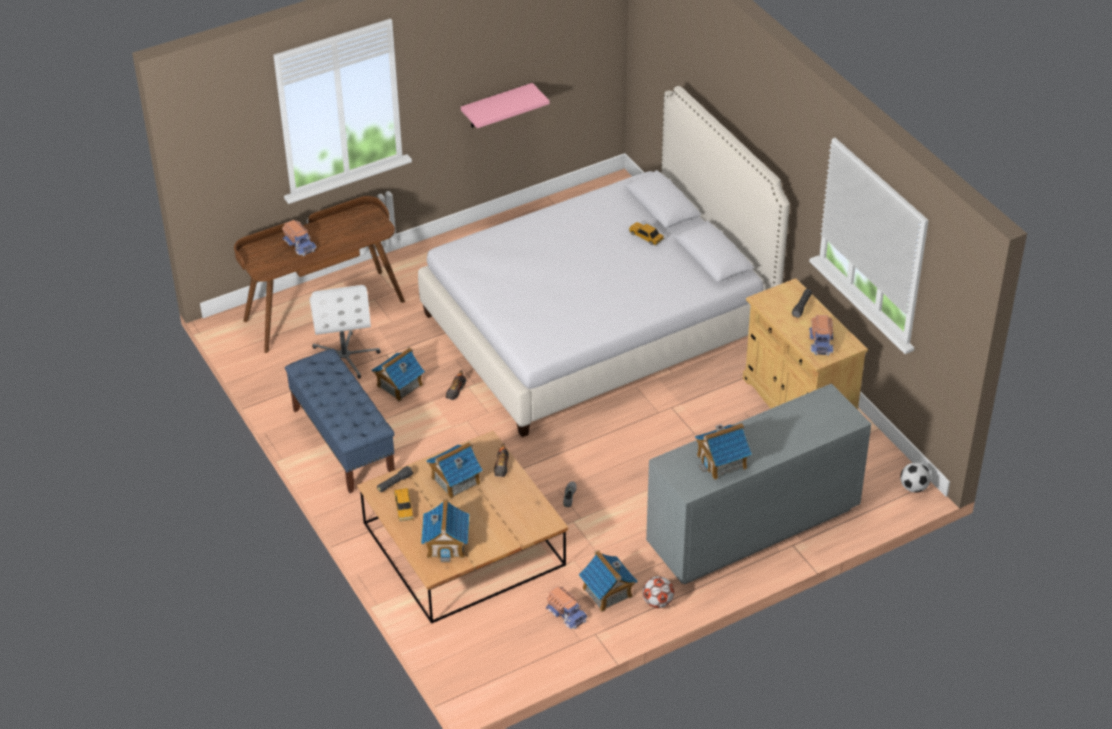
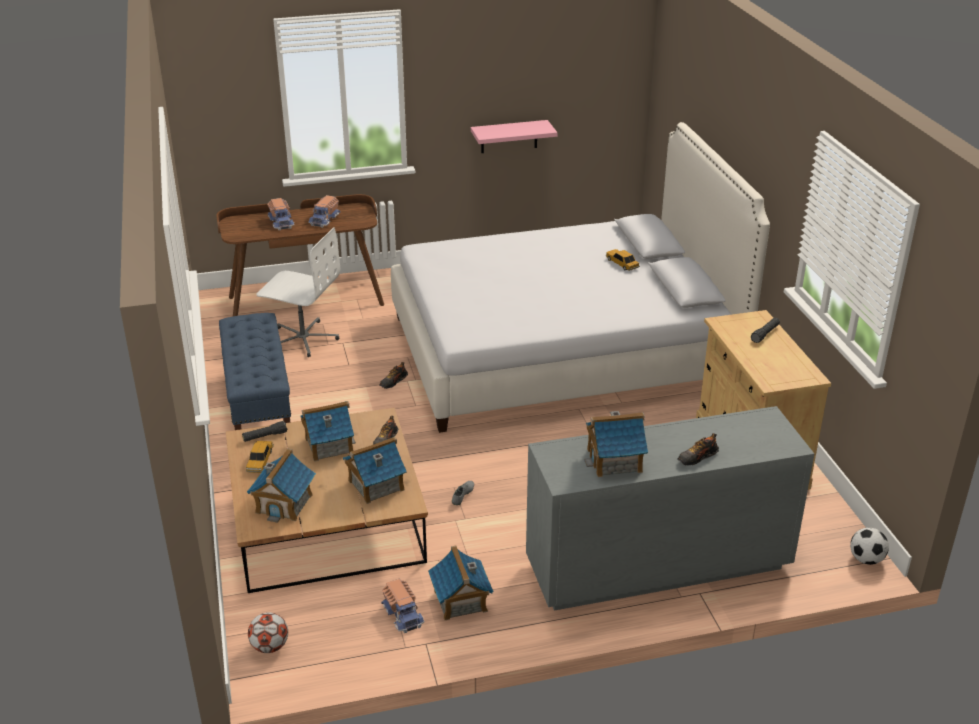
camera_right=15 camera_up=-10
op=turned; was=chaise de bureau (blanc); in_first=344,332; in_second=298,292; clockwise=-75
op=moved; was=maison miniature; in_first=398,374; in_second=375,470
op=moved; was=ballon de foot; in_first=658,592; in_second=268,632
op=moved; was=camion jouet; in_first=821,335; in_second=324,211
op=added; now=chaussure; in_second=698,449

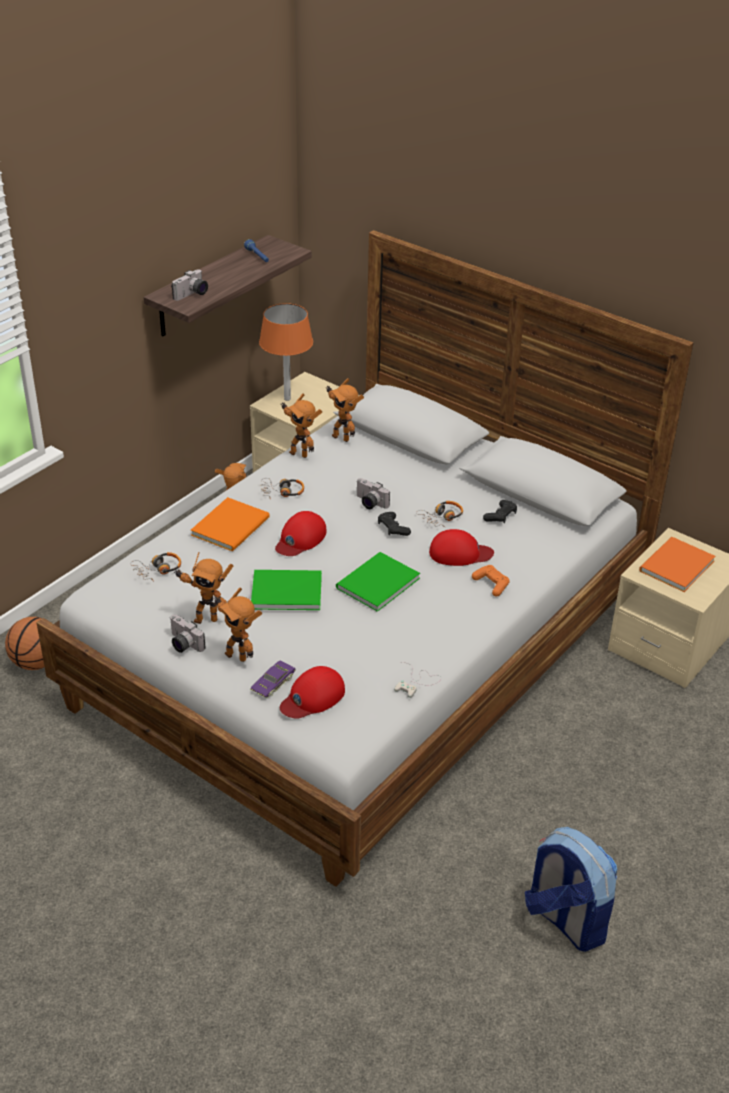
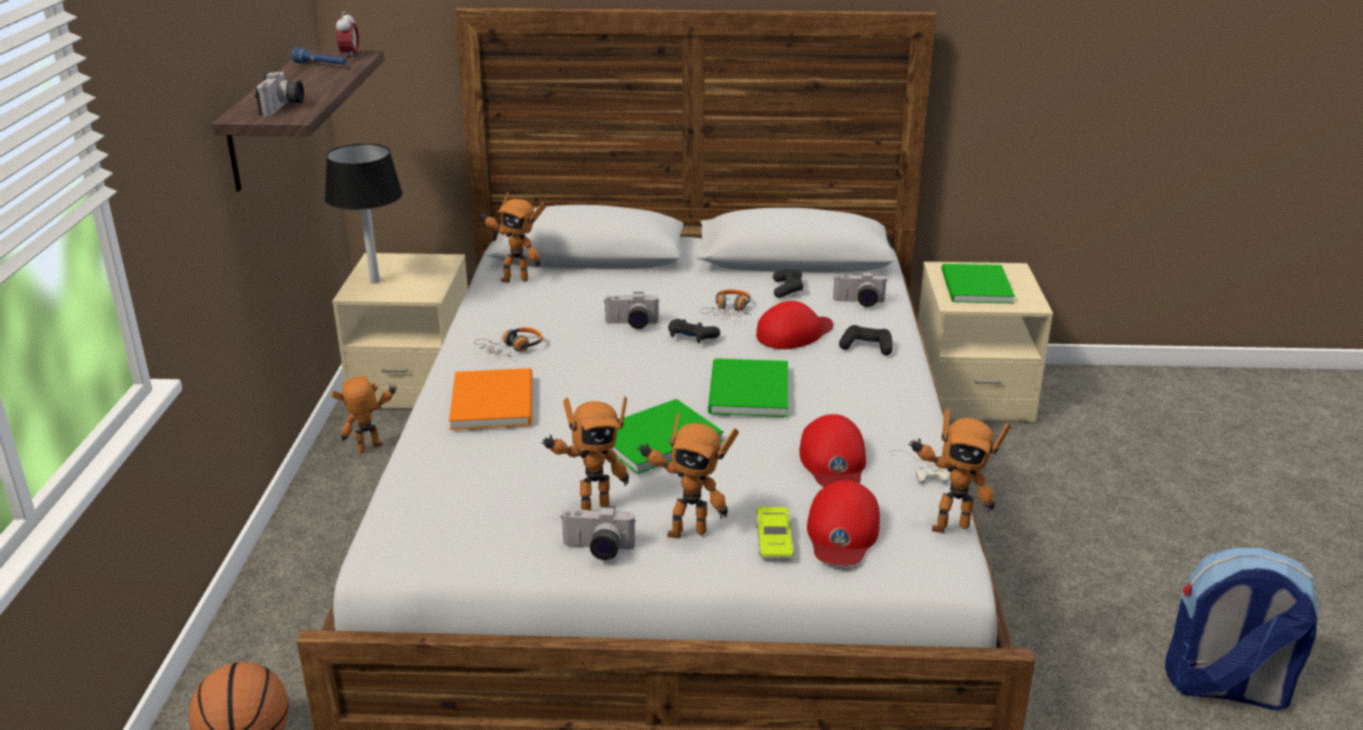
camera_right=-35 camera_up=-10
op=removed; was=casque audio; in_first=155,567
op=recoloured; was=petite voiture (violet); now=petite voiture (vert); in_first=273,679; in_second=775,532
op=recoloured; was=lampe de table (orange); now=lampe de table (noir); in_first=286,352; in_second=364,213
op=moved; was=casquette (rouge); in_first=300,533; in_second=832,450
op=moved; was=robot jouet; in_first=301,425; in_second=960,470
op=recoloured; was=manette (orange); now=manette (noir); in_first=491,580; in_second=866,340
op=recoloured; was=livre (orange); now=livre (vert); in_first=677,564; in_second=978,284
op=added; now=réveil; in_second=347,35
op=added; now=appareil photo; in_second=860,289

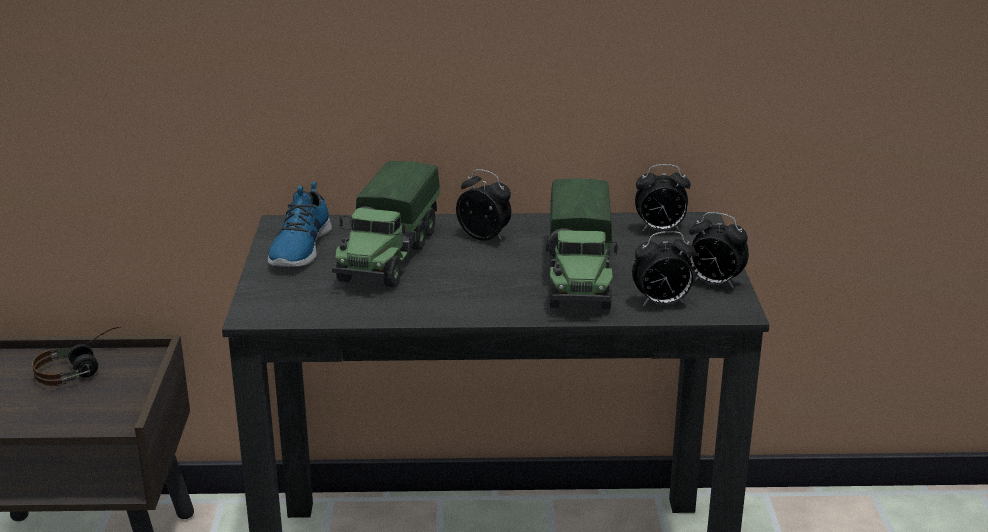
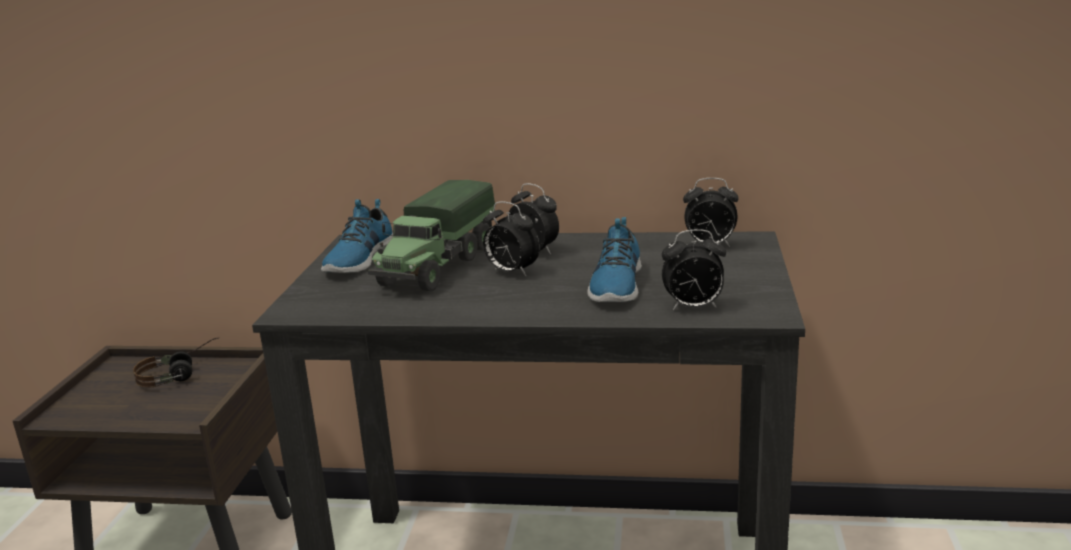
camera_right=10 camera_up=-5
op=replaced; was=camion jouet; now=chaussure; in_first=582,244; in_second=614,259
op=moved; was=réveil; in_first=719,250; in_second=511,238

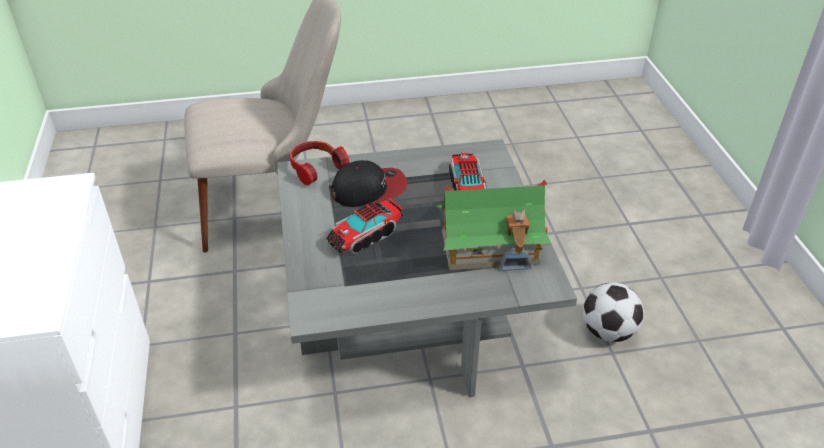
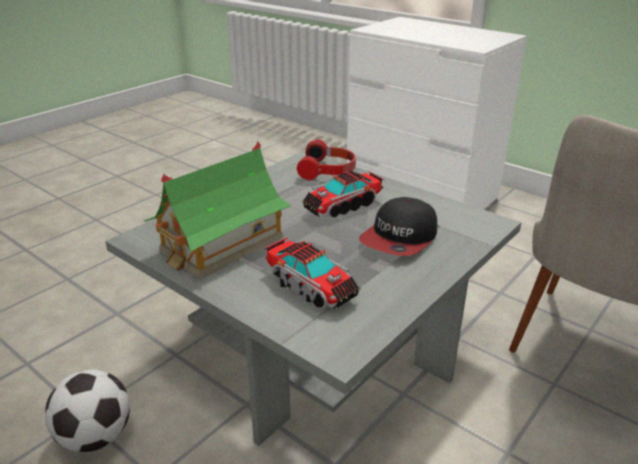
camera_right=140 camera_up=-10
op=moved; was=casque audio; in_first=320,163; in_second=326,160
op=turned; was=camion jouet; in_first=365,226; in_second=343,194; clockwise=-135

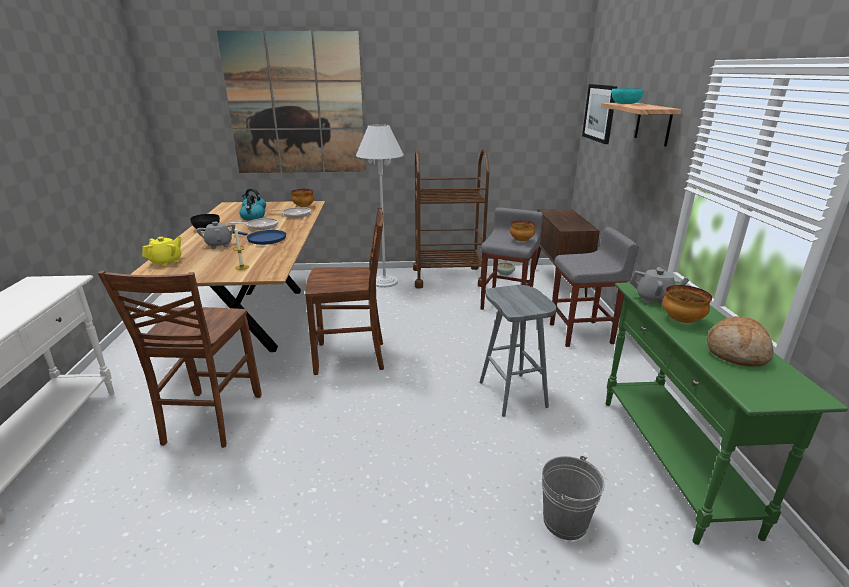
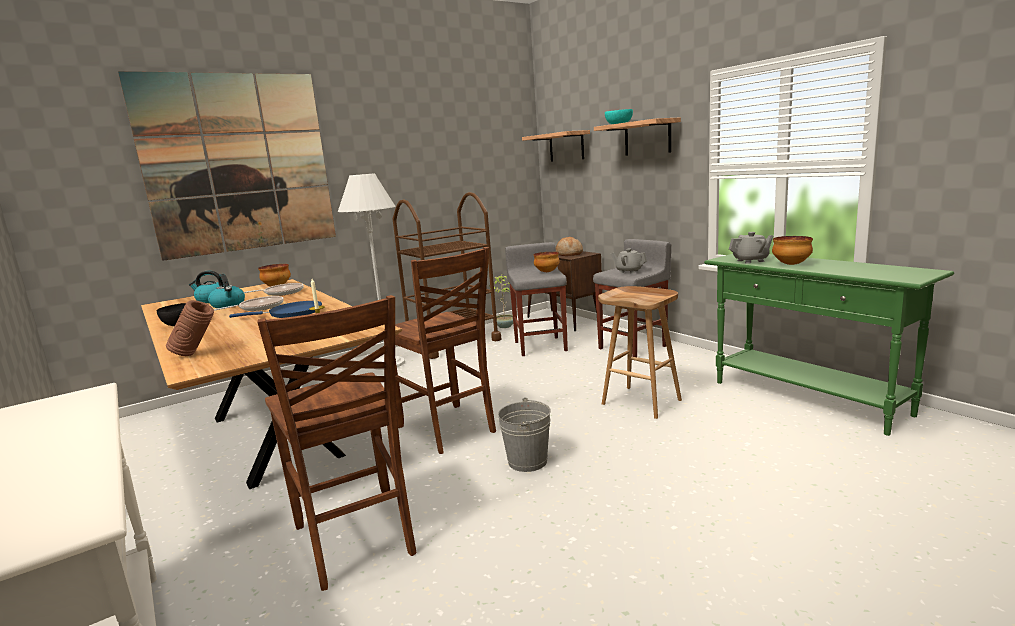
camera_right=-30 camera_up=-10
op=replaced; was=théière (jaune); now=vase (marron); in_first=161,251; in_second=190,328
op=moved; was=théière (gris); in_first=216,235; in_second=629,261
op=turned; was=chaise (marron); in_first=344,291; in_second=445,350; clockwise=90
op=recoloured; was=tabouret (gris); now=tabouret (marron); in_first=518,351; in_second=640,352
op=moved; was=seau (gris); in_first=573,498; in_second=524,434
op=replaced; was=tableau; now=étagère; in_first=599,114; in_second=556,146
op=moved; was=pain; in_first=740,341; in_second=569,246

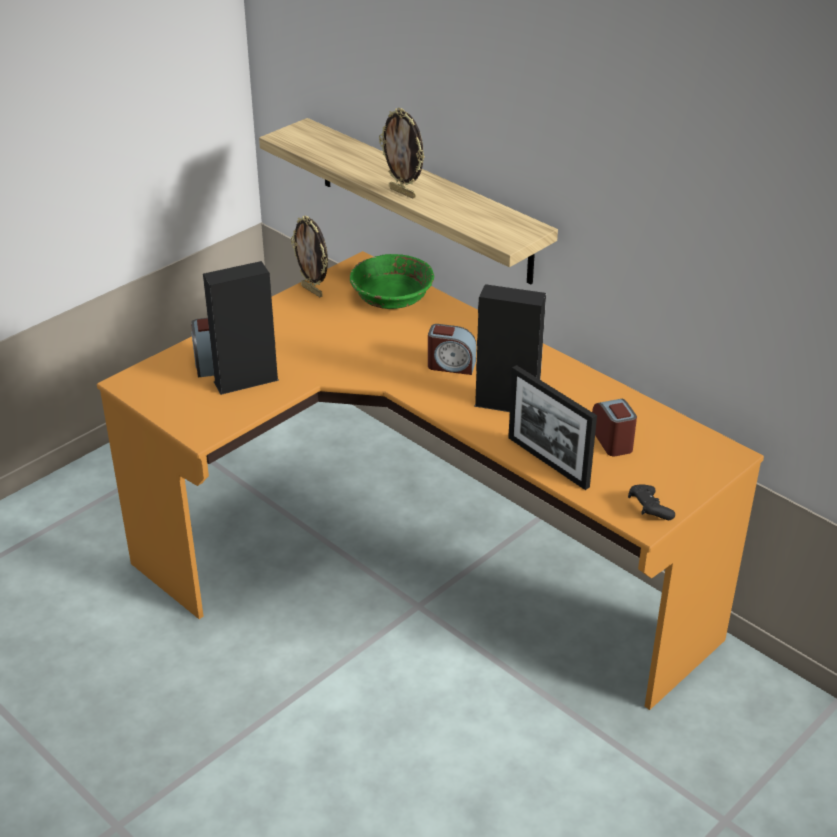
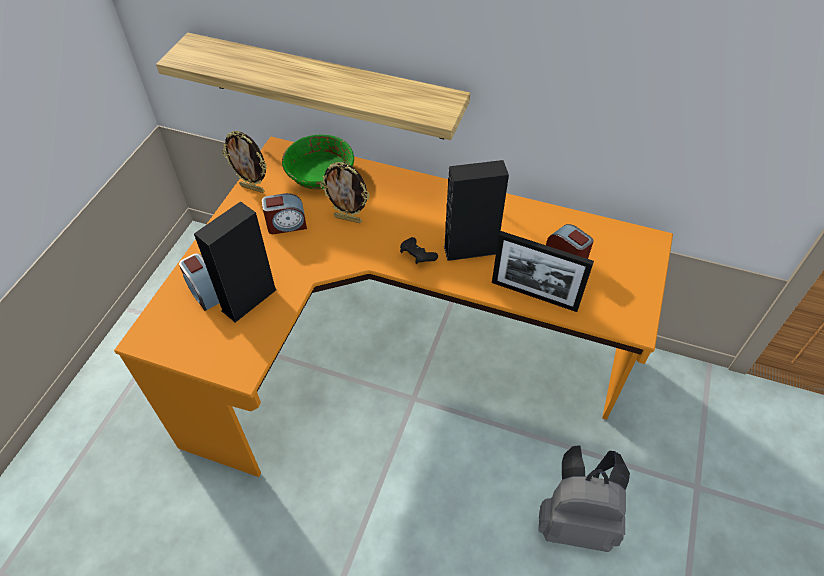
camera_right=-25 camera_up=15
op=moved; was=cadre photo; in_first=401,153; in_second=345,192
op=moved; was=réveil; in_first=452,349; in_second=284,213
op=moved; was=manette (noir); in_first=651,502; in_second=419,250
op=added; now=sac à dos (gris); in_second=584,498

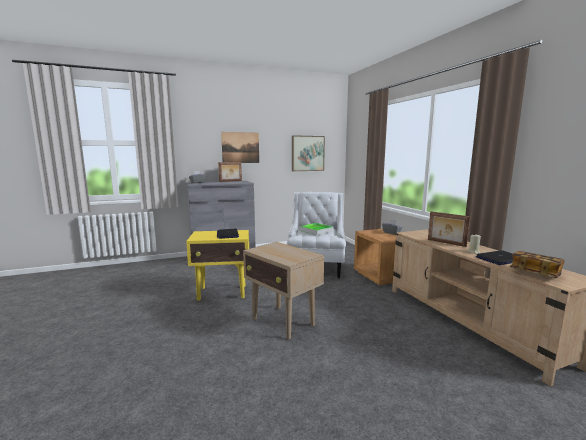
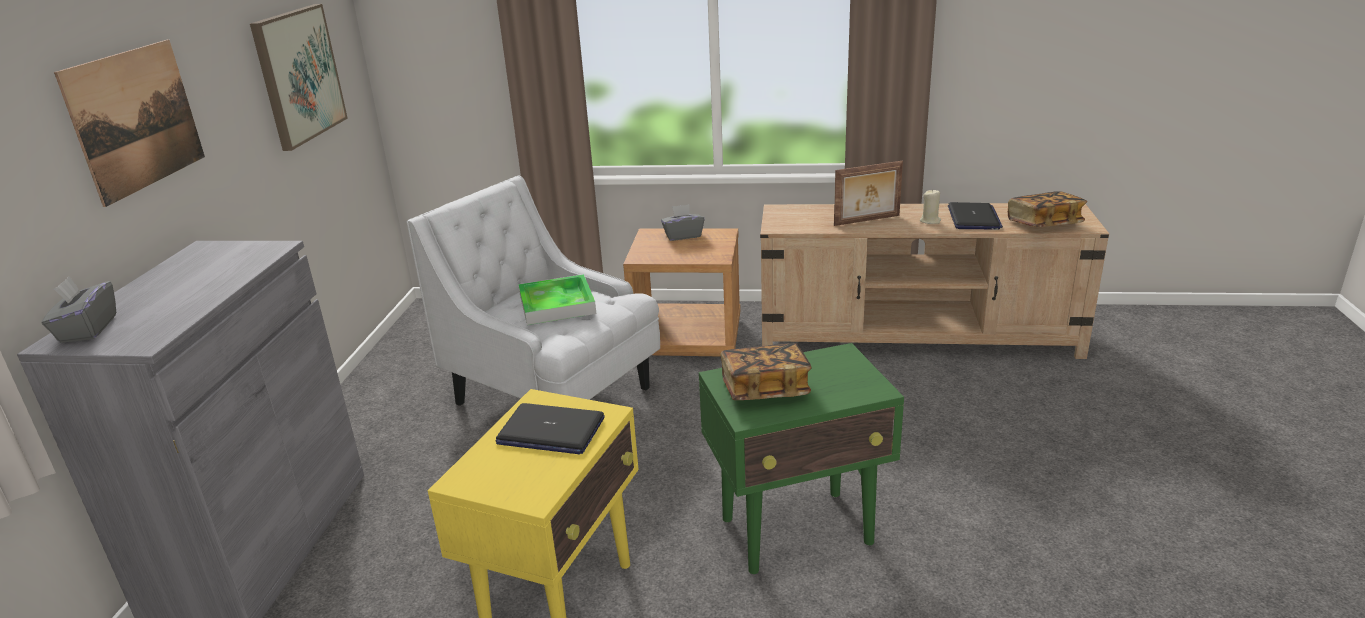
camera_right=-60 camera_up=15
op=removed; was=cadre photo; in_first=230,172
op=recoloured; was=table d'appoint (beige); now=table d'appoint (vert); in_first=283,291; in_second=801,458
op=added; now=livre; in_second=766,371

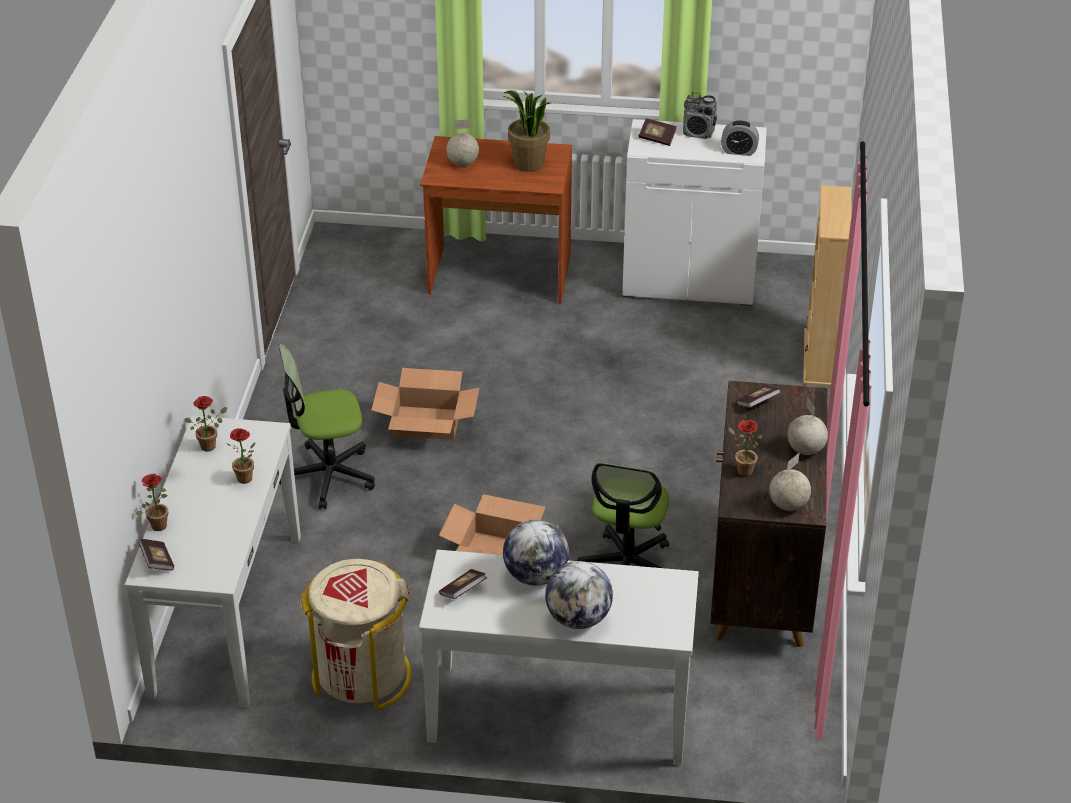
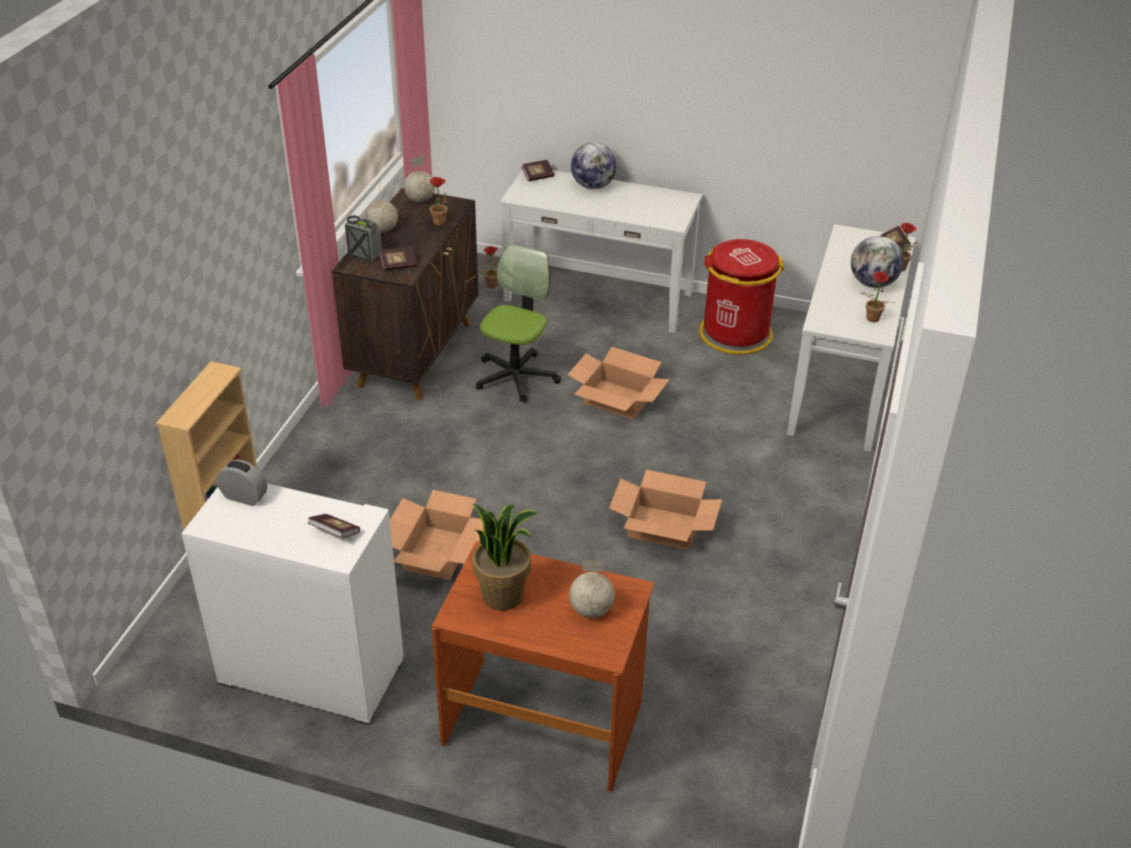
camera_right=-170 camera_up=0
op=moved; was=plante en pot; in_first=241,456; in_second=490,267
op=removed; was=chaise de bureau; in_first=327,426
op=recoloured; was=poubelle (beige); now=poubelle (rouge); in_first=356,635; in_second=741,297
op=moved; was=livre; in_first=463,584; in_second=538,170
op=moved; was=globe; in_first=536,553; in_second=877,262
op=moved; was=radio; in_first=700,115; in_second=363,238
op=added; now=carton; in_second=437,535

